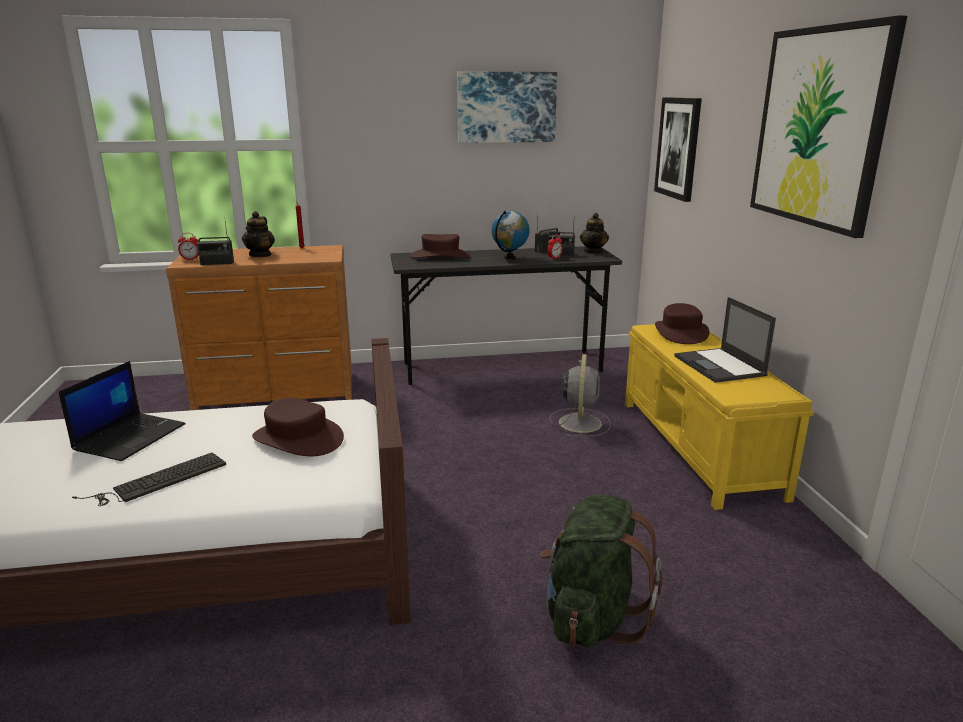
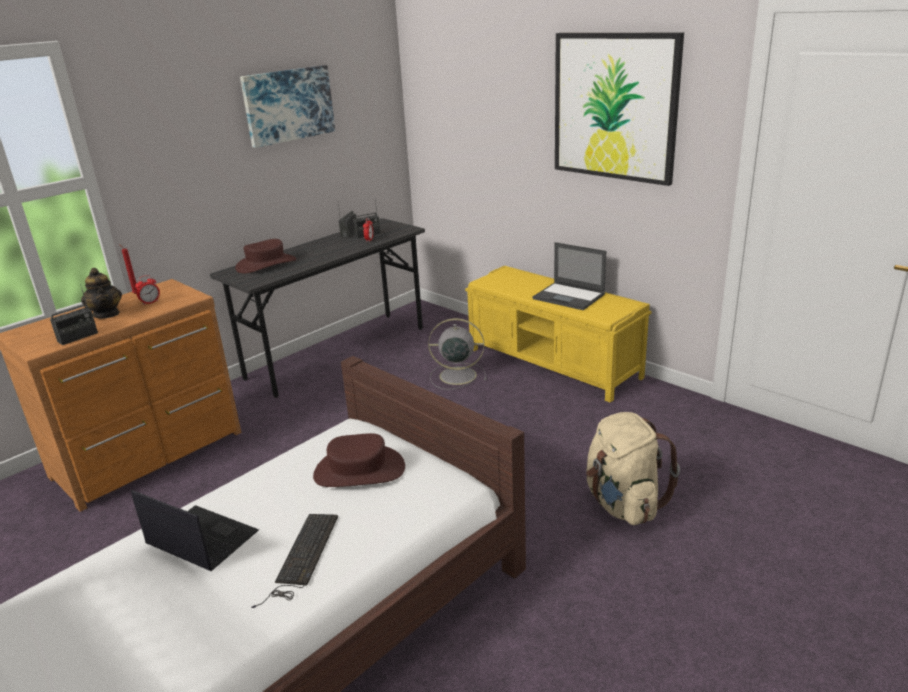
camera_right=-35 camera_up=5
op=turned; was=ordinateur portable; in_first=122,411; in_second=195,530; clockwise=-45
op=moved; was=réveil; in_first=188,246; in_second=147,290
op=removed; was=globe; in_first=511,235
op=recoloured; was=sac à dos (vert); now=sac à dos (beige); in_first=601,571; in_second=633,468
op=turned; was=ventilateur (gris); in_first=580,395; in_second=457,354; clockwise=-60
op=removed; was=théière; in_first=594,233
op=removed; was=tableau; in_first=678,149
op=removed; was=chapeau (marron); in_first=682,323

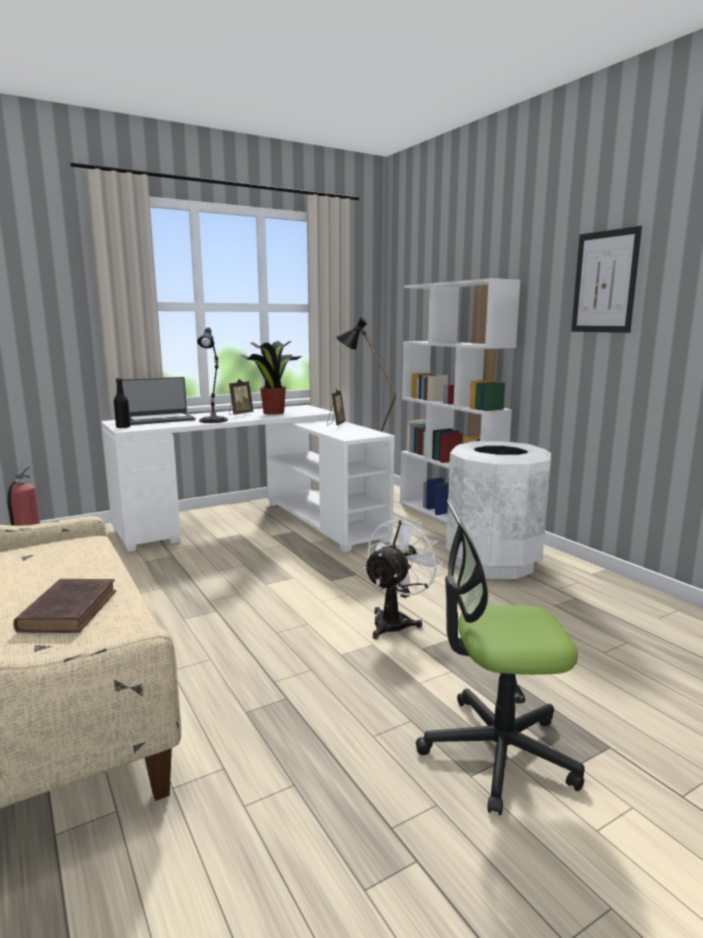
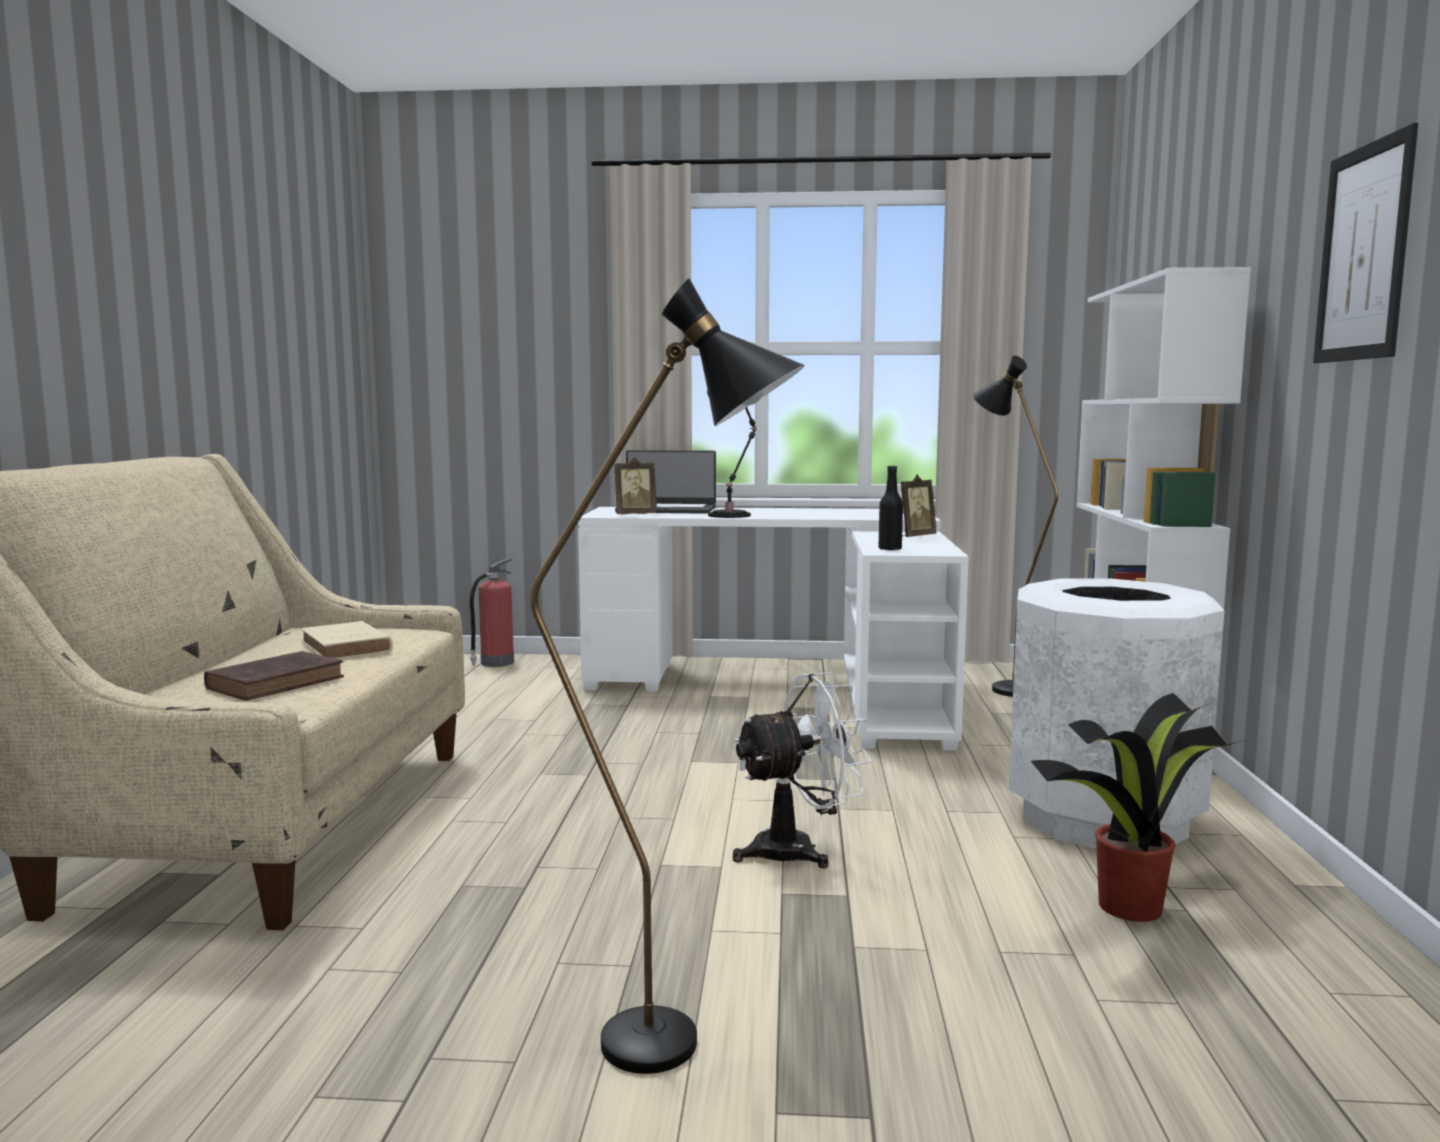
camera_right=35 camera_up=-5
op=moved; was=bouteille (noir); in_first=122,403; in_second=890,508
op=moved; was=cadre photo; in_first=241,397; in_second=635,485
op=moved; was=plante en pot; in_first=271,378; in_second=1138,807
op=replaced; was=chaise de bureau; now=lampadaire (noir); in_first=500,657; in_second=667,676
op=added; now=livre (beige); in_second=347,640

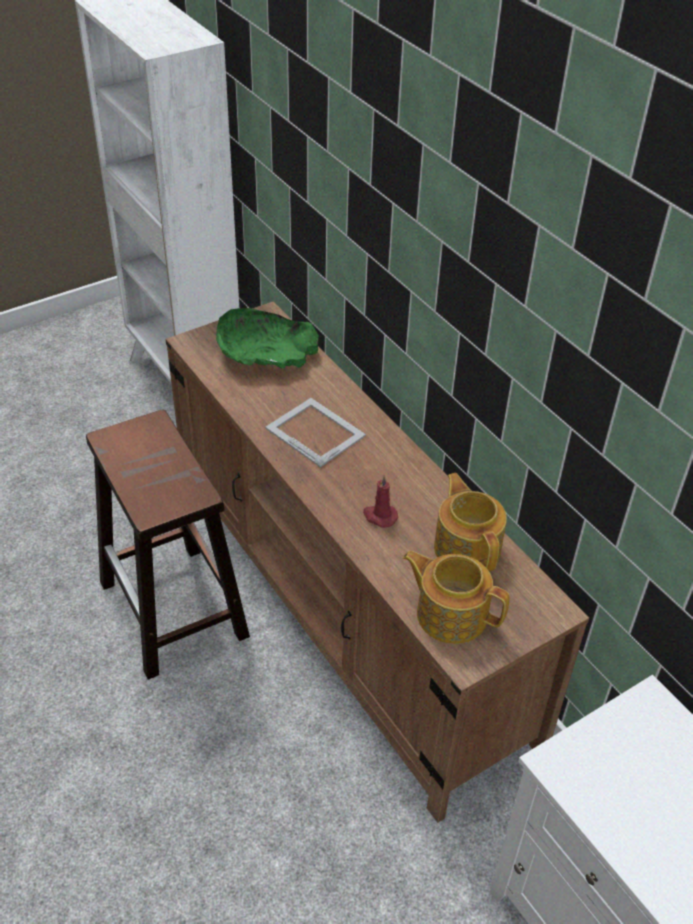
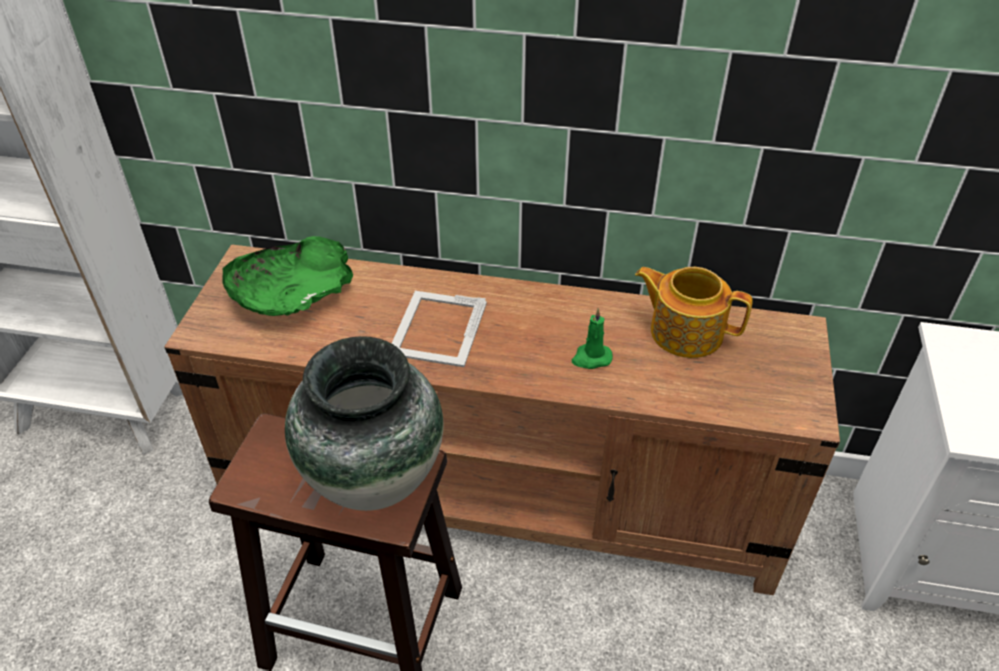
camera_right=-45 camera_up=0
op=turned; was=cadre photo; in_first=315,432; in_second=439,329; clockwise=-75
op=recoloured; was=bougie (rouge); now=bougie (vert); in_first=380,501; in_second=592,338
op=removed; was=théière; in_first=456,597
op=added; now=vase; in_second=364,423

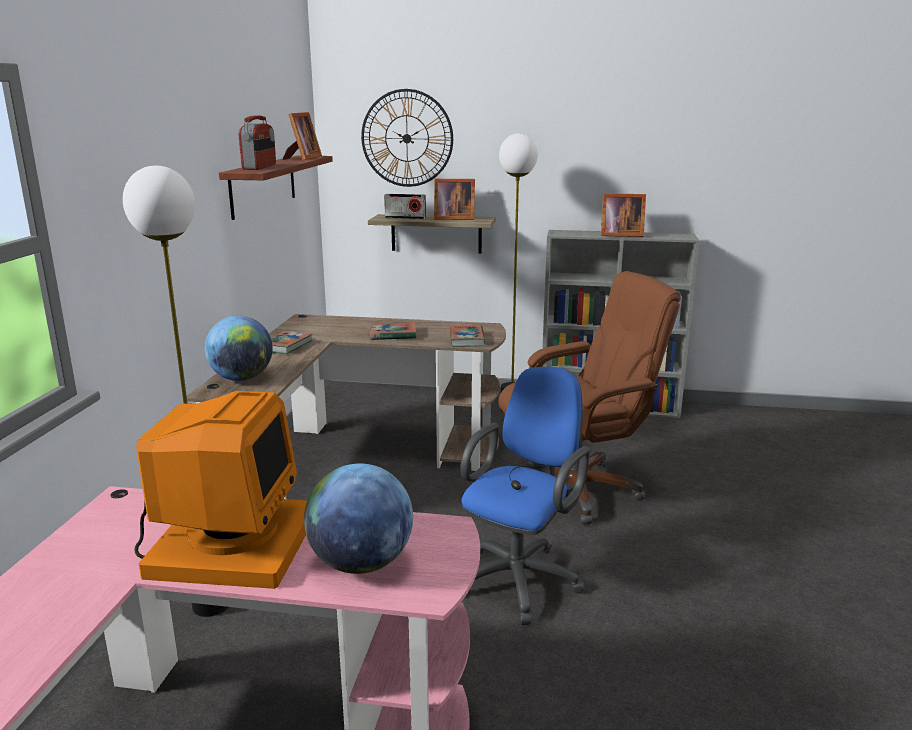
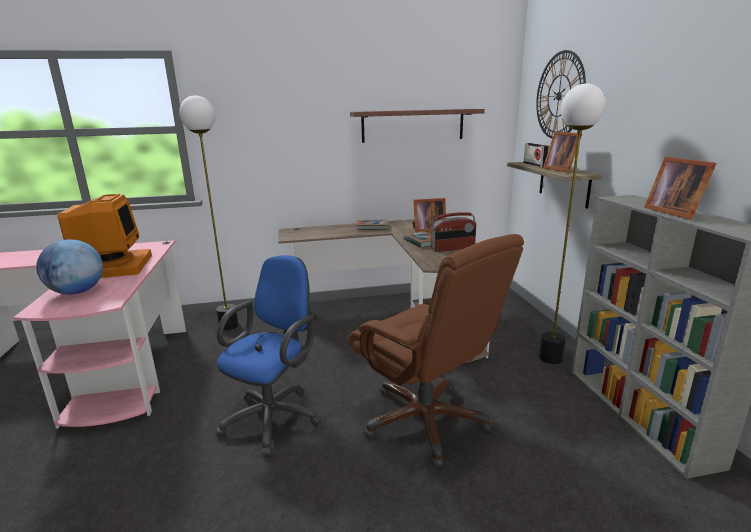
camera_right=70 camera_up=0
op=turned; was=écran d'ordinateur; in_first=221,490; in_second=104,236; clockwise=-90
op=removed; was=globe; in_first=239,348
op=moved; was=radio; in_first=257,143; in_second=454,232
op=moved; was=cadre photo; in_first=302,136; in_second=429,215
op=removed; was=livre; in_first=468,335
op=turned; was=chaise de bureau (bleu); in_first=525,496; in_second=268,356; clockwise=-75

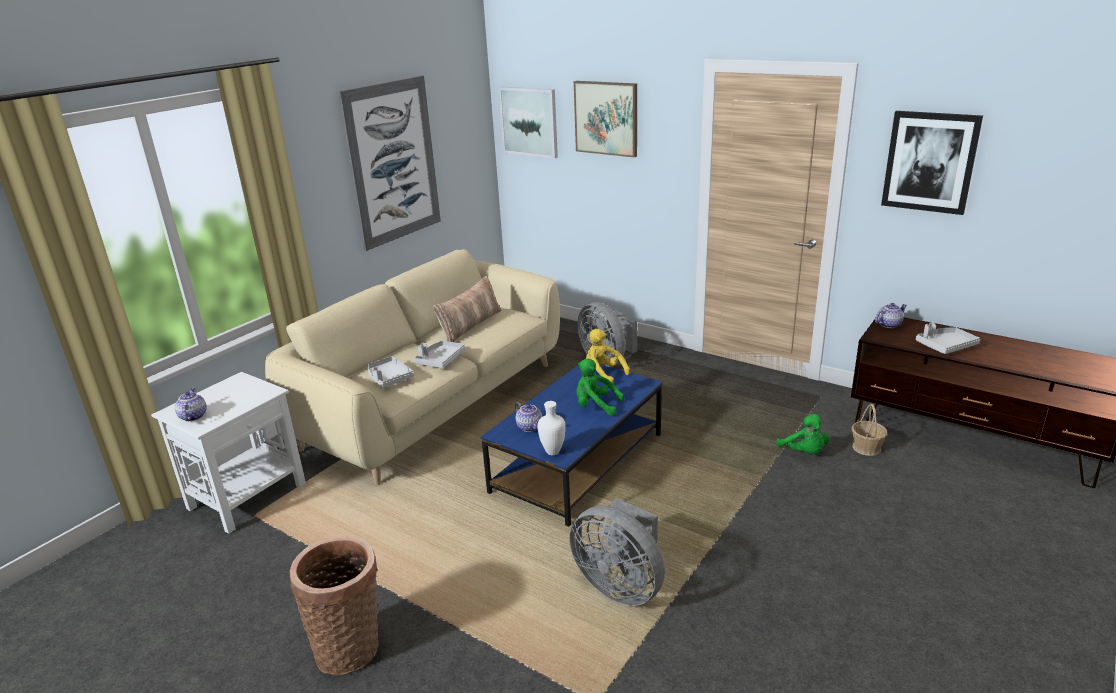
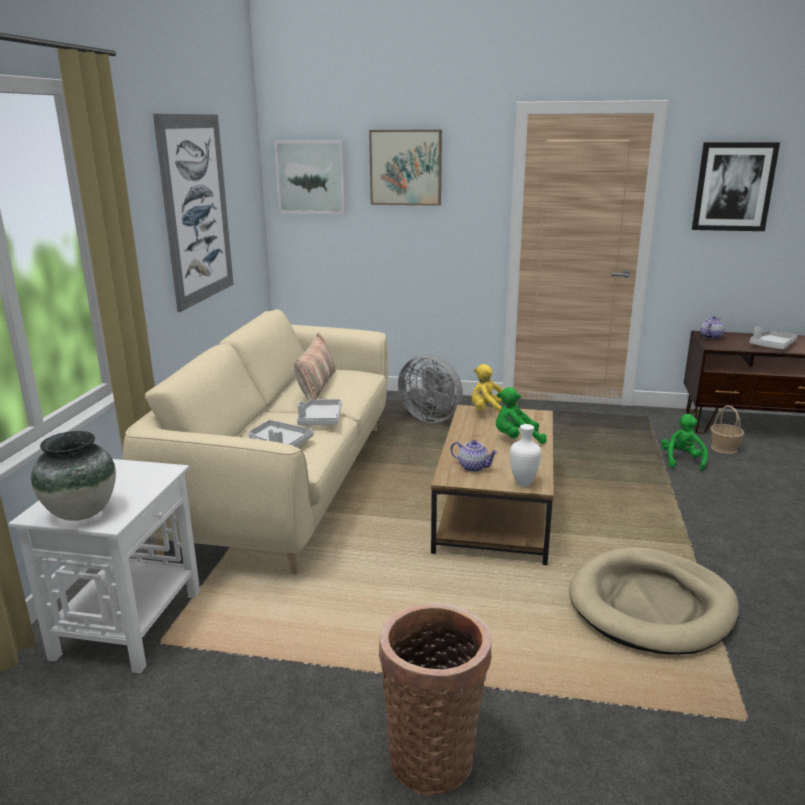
camera_right=-25 camera_up=-5
op=replaced; was=théière; now=vase; in_first=191,404; in_second=73,476
op=recoloured; was=table basse (bleu); now=table basse (marron); in_first=571,446; in_second=492,485
op=replaced; was=ventilateur (gris); now=panier pour chien (beige); in_first=617,552; in_second=654,601
op=turned; was=peluche (vert); in_first=802,434; in_second=684,442; clockwise=-120

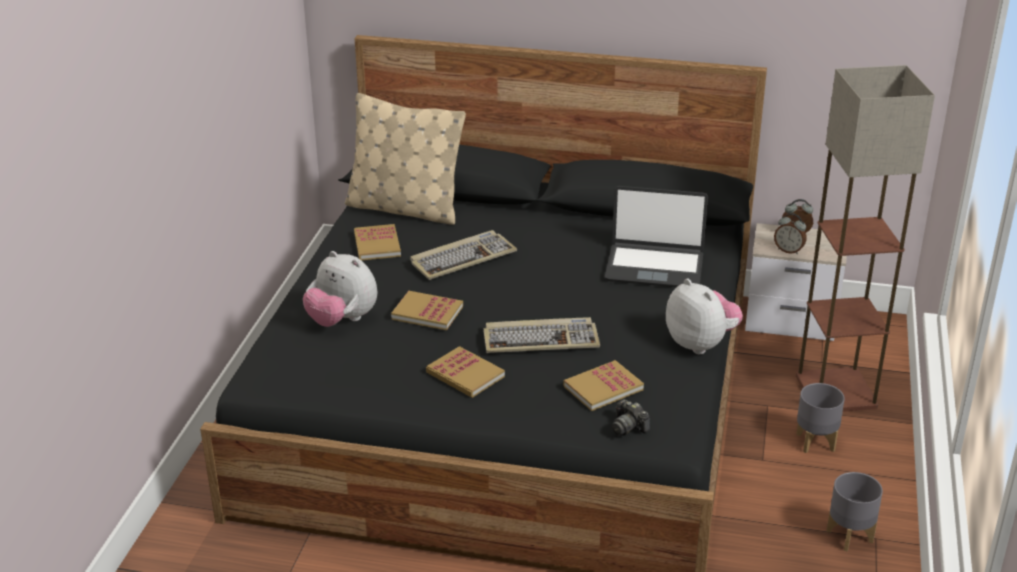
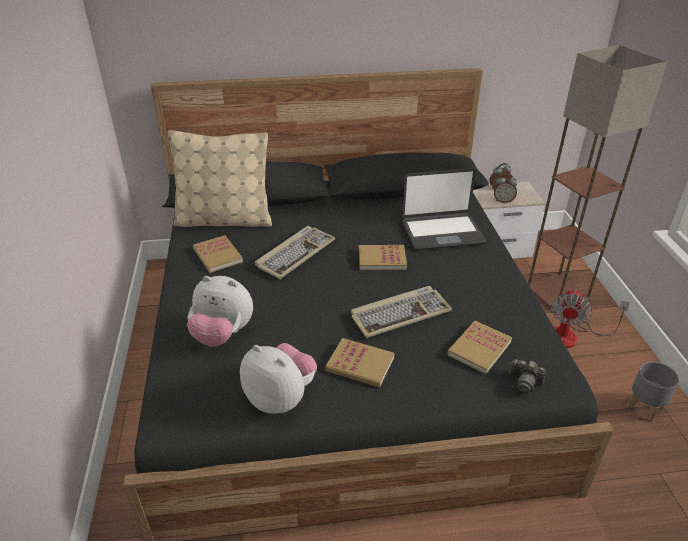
camera_right=-20 camera_up=5
op=moved; was=livre; in_first=427,310; in_second=383,257
op=moved; was=peluche; in_first=704,316; in_second=278,378
op=replaced; was=cache-pot (gris); now=ventilateur; in_first=820,418; in_second=590,319

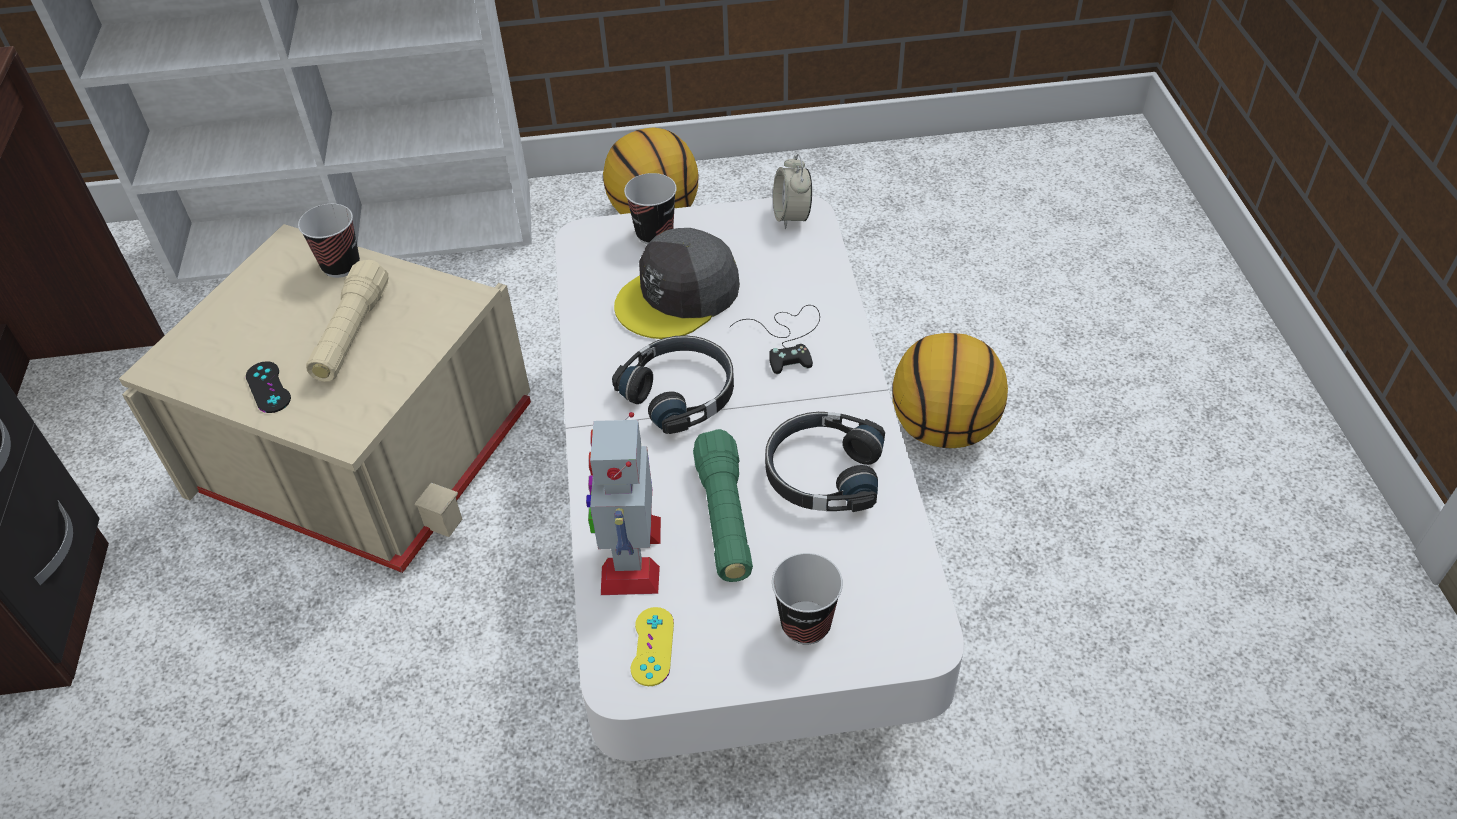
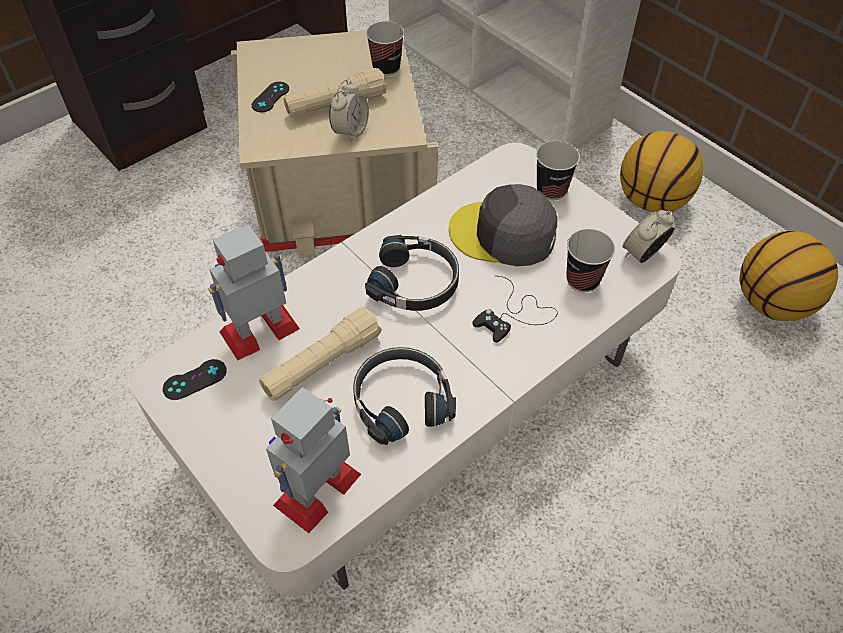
camera_right=55 camera_up=5
op=recoloured; was=manette (jaune); now=manette (noir); in_first=652,646; in_second=195,379
op=recoloured; was=lampe de poche (vert); now=lampe de poche (beige); in_first=723,505; in_second=320,354
op=moved; was=tasse; in_first=807,599; in_second=590,260
op=moved; was=ballon de basket; in_first=950,390; in_second=788,276
op=added; now=robot jouet; in_second=313,460
op=added; now=réveil; in_second=349,111

